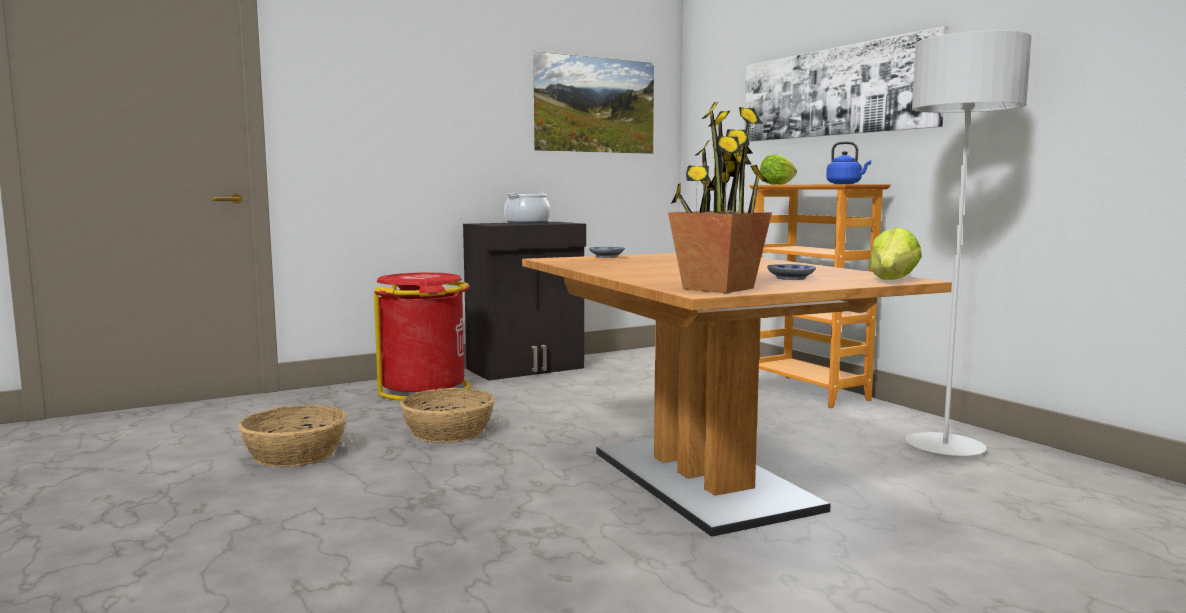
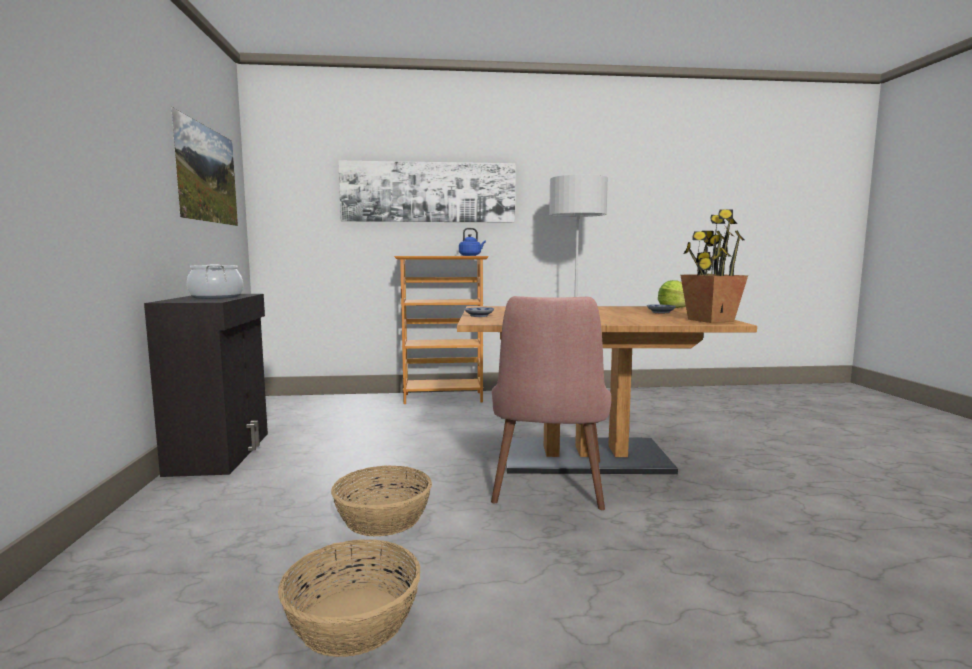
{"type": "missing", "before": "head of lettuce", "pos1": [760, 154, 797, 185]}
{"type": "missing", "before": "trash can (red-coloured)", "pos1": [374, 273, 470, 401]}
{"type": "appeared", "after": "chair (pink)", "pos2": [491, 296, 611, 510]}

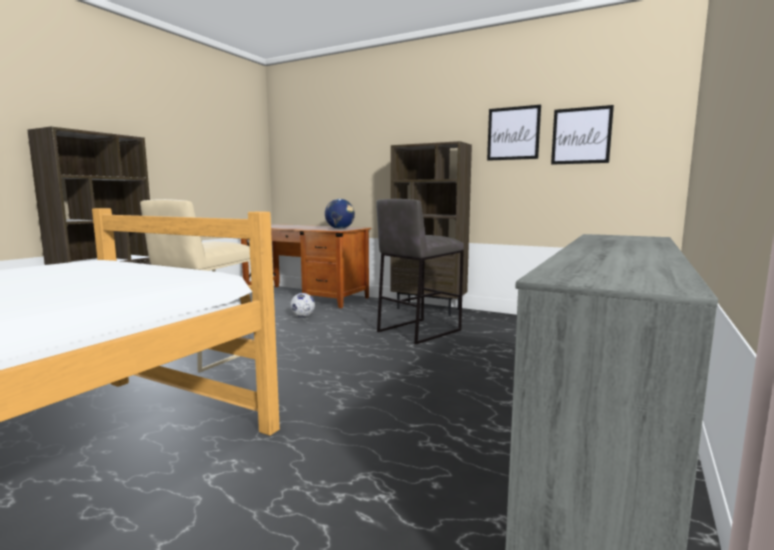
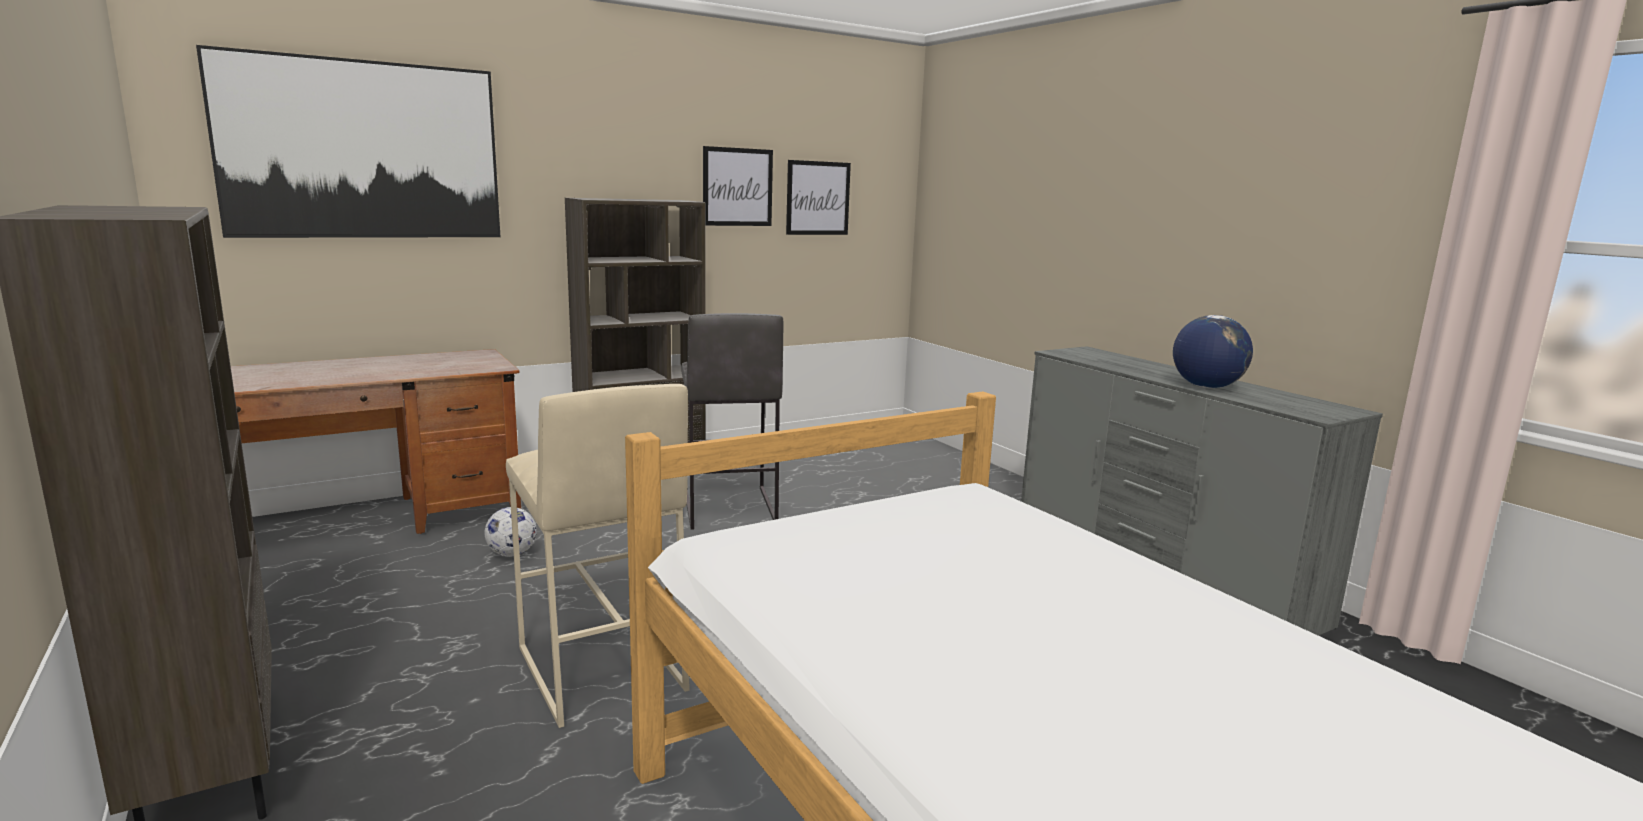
{"type": "relocated", "before": "globe", "pos1": [325, 199, 355, 229], "pos2": [1173, 315, 1253, 388]}
{"type": "appeared", "after": "picture", "pos2": [196, 45, 500, 238]}

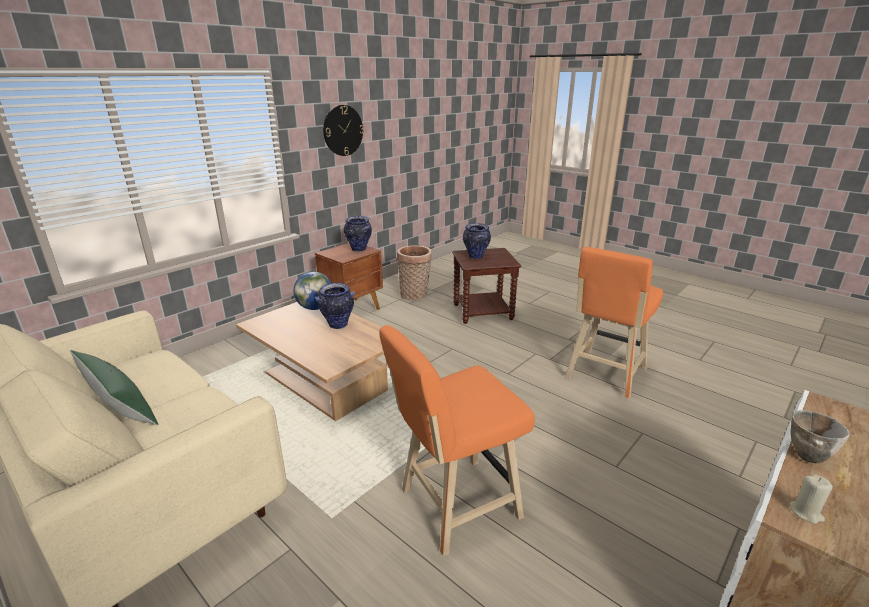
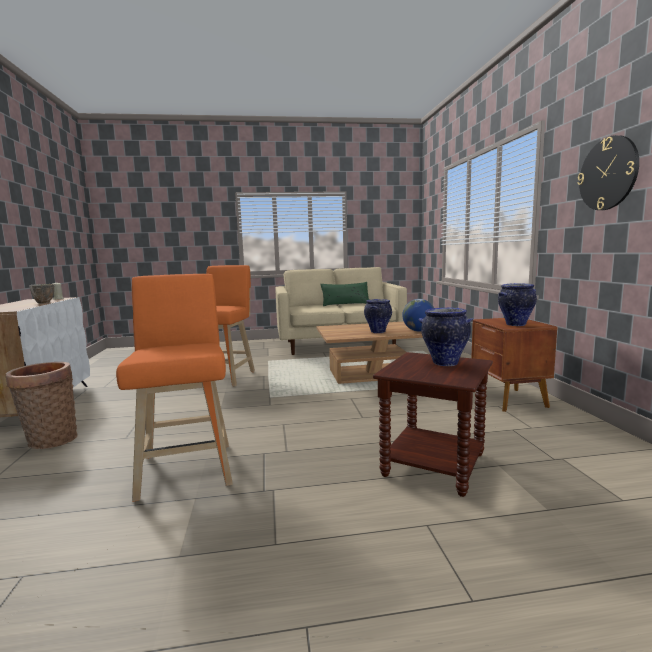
{"type": "relocated", "before": "storage basket", "pos1": [397, 245, 432, 300], "pos2": [6, 362, 78, 449]}

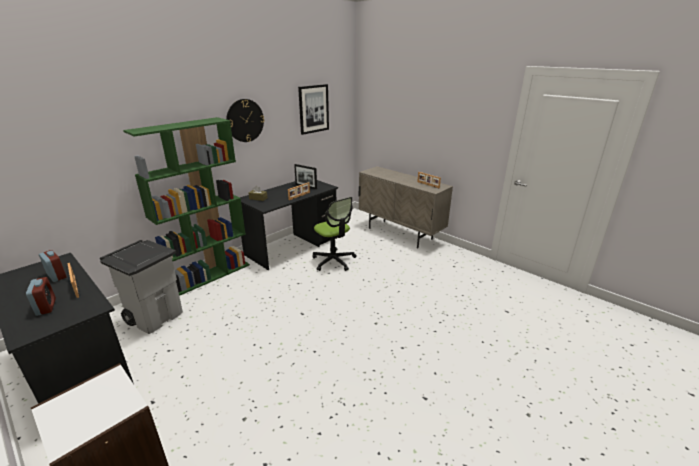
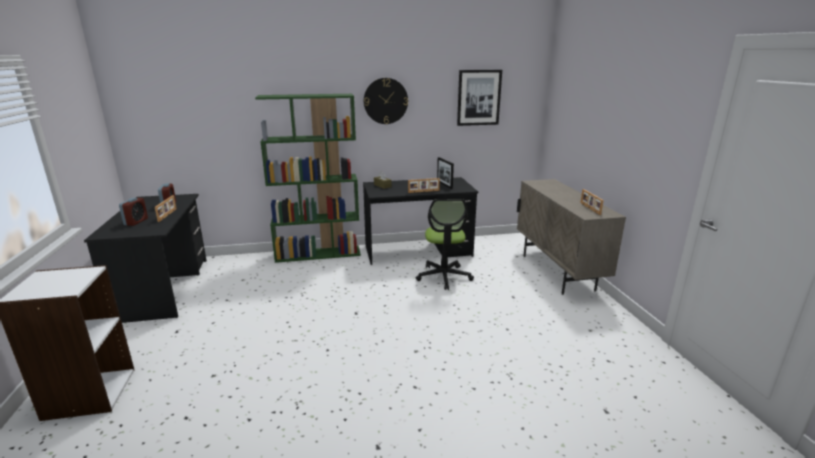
{"type": "missing", "before": "trash can (grey)", "pos1": [100, 240, 183, 334]}

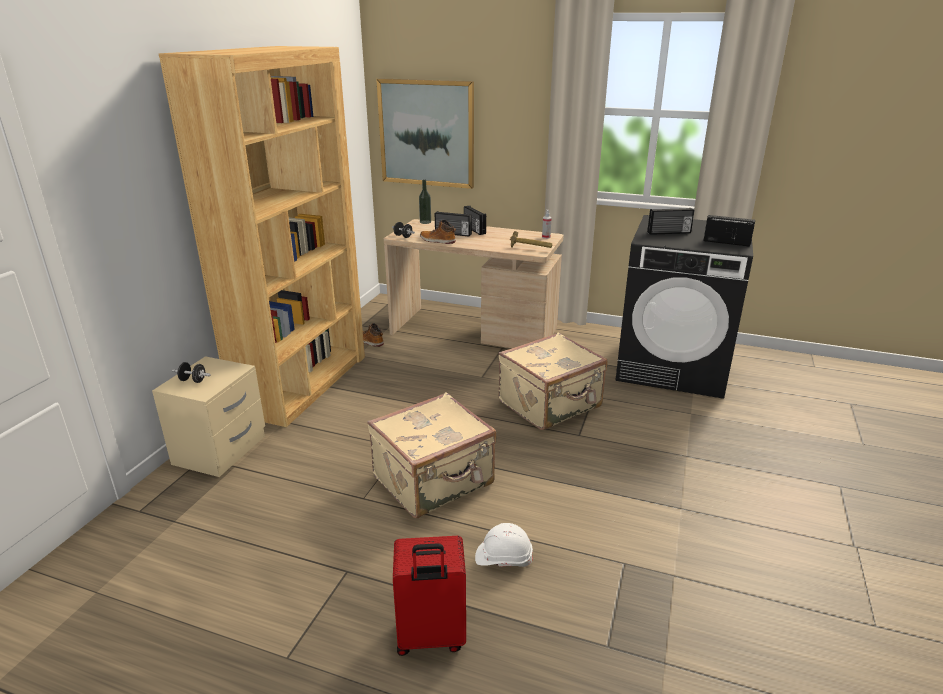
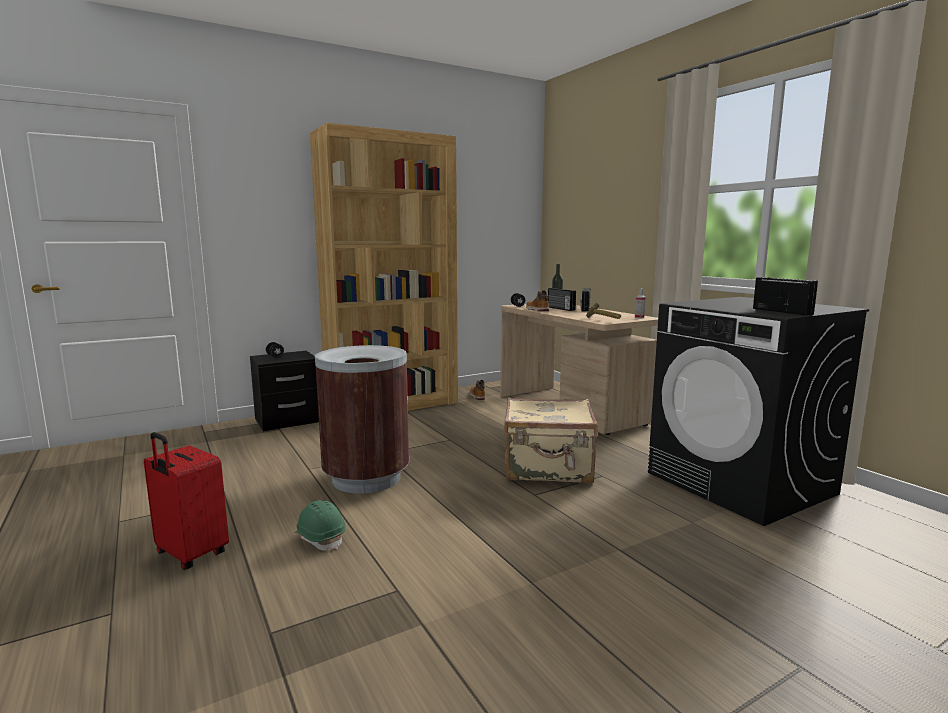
{"type": "missing", "before": "picture", "pos1": [376, 78, 474, 189]}
{"type": "missing", "before": "radio receiver", "pos1": [647, 208, 694, 235]}
{"type": "colour", "before": "nightstand (beige)", "after": "nightstand (black)", "pos1": [152, 356, 265, 477], "pos2": [250, 351, 319, 431]}
{"type": "exchanged", "before": "piece of luggage (beige)", "after": "trash can (brown)", "pos1": [367, 392, 496, 518], "pos2": [315, 345, 409, 494]}
{"type": "colour", "before": "work helmet (whitish)", "after": "work helmet (green)", "pos1": [475, 523, 533, 567], "pos2": [294, 500, 346, 551]}

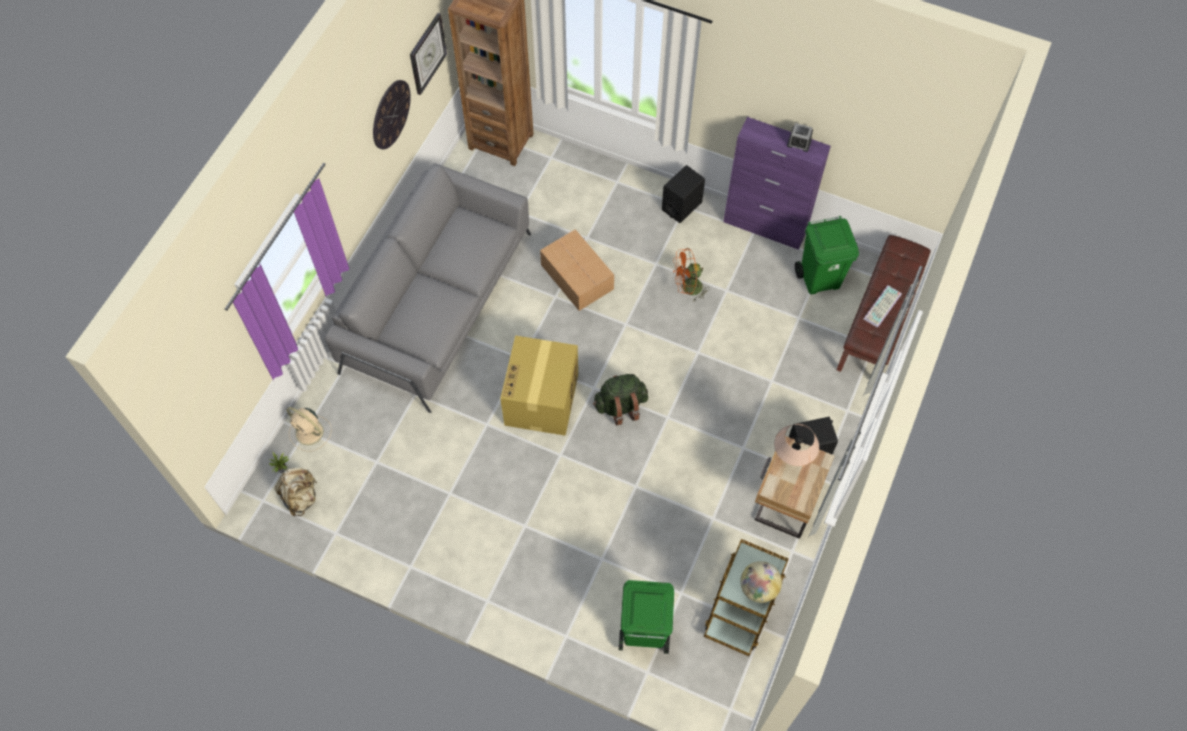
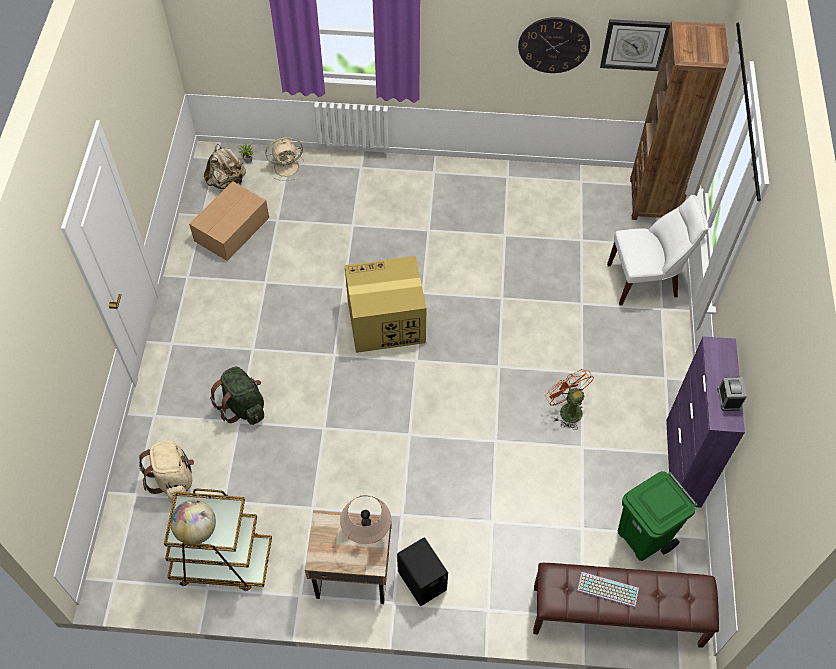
{"type": "missing", "before": "couch (grey)", "pos1": [325, 163, 531, 413]}
{"type": "missing", "before": "speaker (black)", "pos1": [662, 165, 705, 223]}
{"type": "relocated", "before": "cardboard box", "pos1": [540, 229, 614, 311], "pos2": [189, 181, 269, 261]}
{"type": "relocated", "before": "rucksack (green)", "pos1": [593, 374, 648, 425], "pos2": [210, 366, 264, 425]}
{"type": "spun", "before": "cooling fan (beige)", "pos1": [286, 407, 332, 452], "pos2": [265, 137, 305, 181], "turn": -120}
{"type": "exchanged", "before": "trash can (green)", "after": "rucksack (beige)", "pos1": [619, 580, 674, 654], "pos2": [139, 441, 194, 503]}
{"type": "appeared", "after": "chair (whitish)", "pos2": [607, 195, 709, 305]}

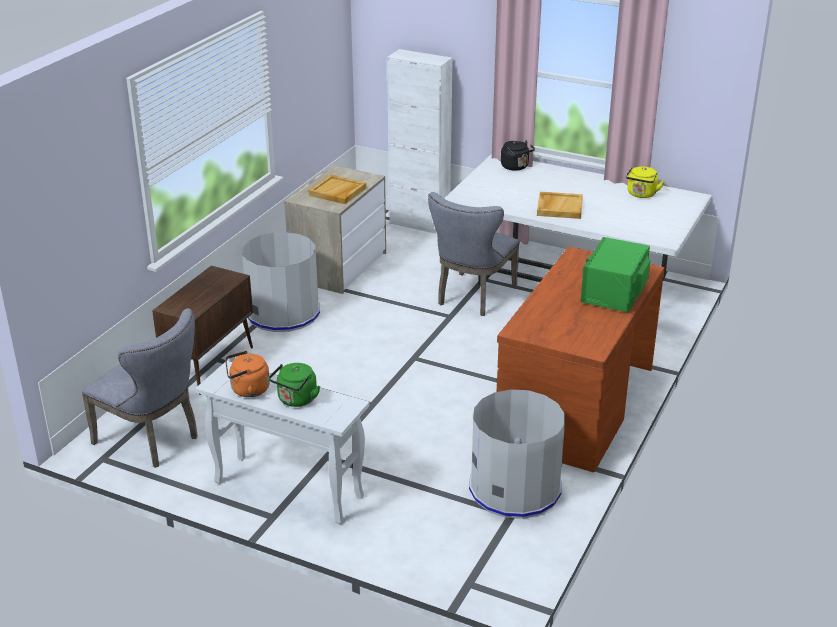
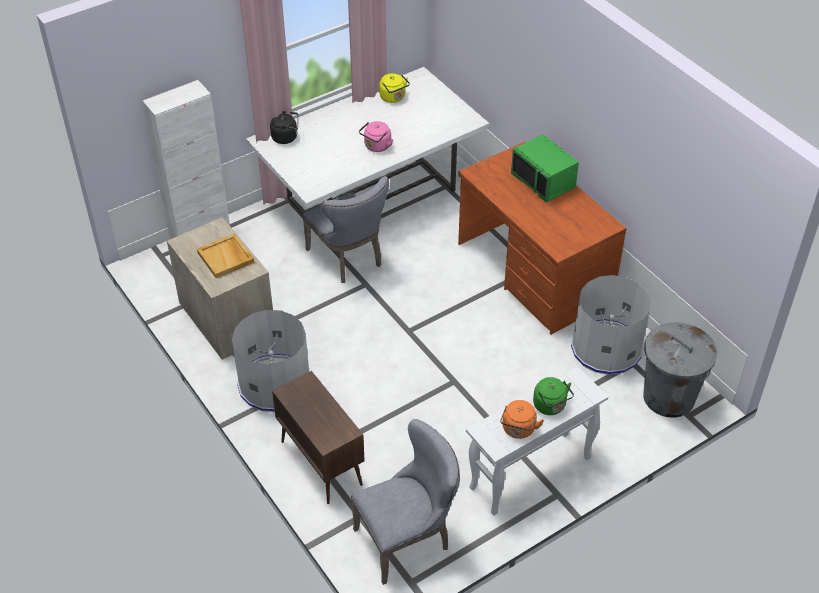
{"type": "exchanged", "before": "tray (beige)", "after": "kettle (pink)", "pos1": [537, 192, 583, 219], "pos2": [359, 121, 393, 152]}
{"type": "appeared", "after": "trash can (grey)", "pos2": [643, 322, 717, 418]}

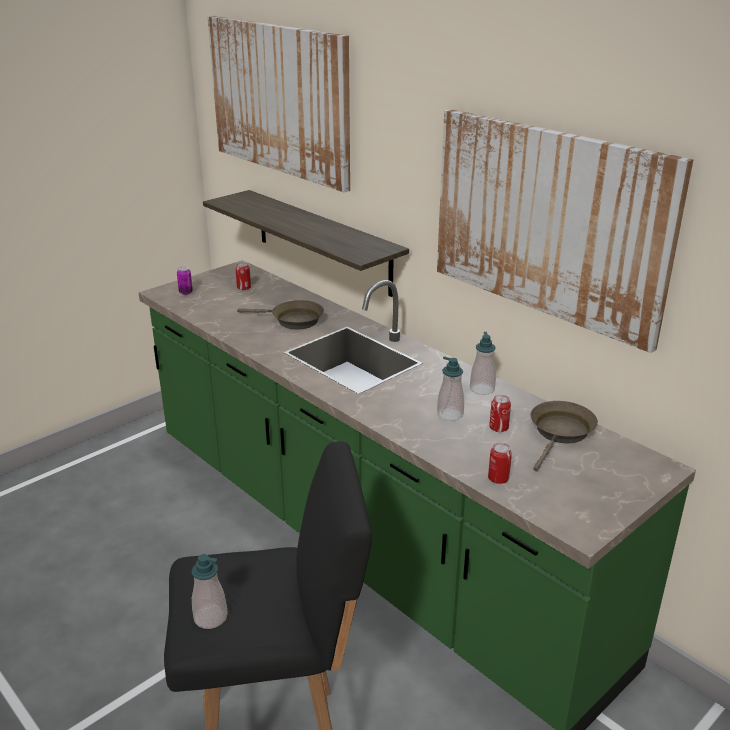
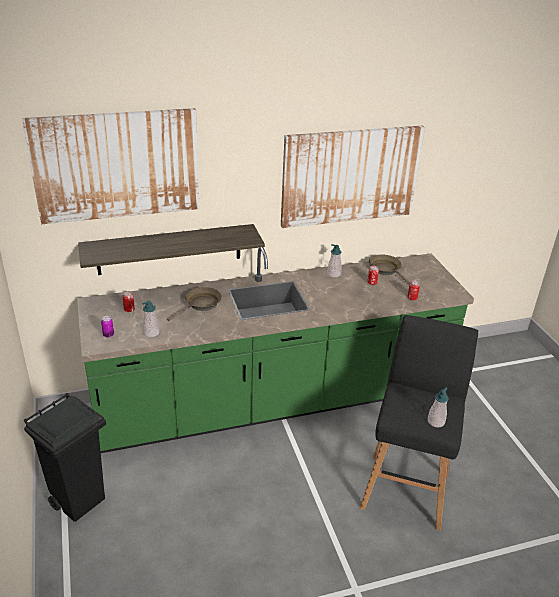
{"type": "relocated", "before": "soap dispenser", "pos1": [437, 356, 464, 421], "pos2": [142, 301, 160, 337]}
{"type": "appeared", "after": "trash can (black)", "pos2": [24, 393, 106, 522]}

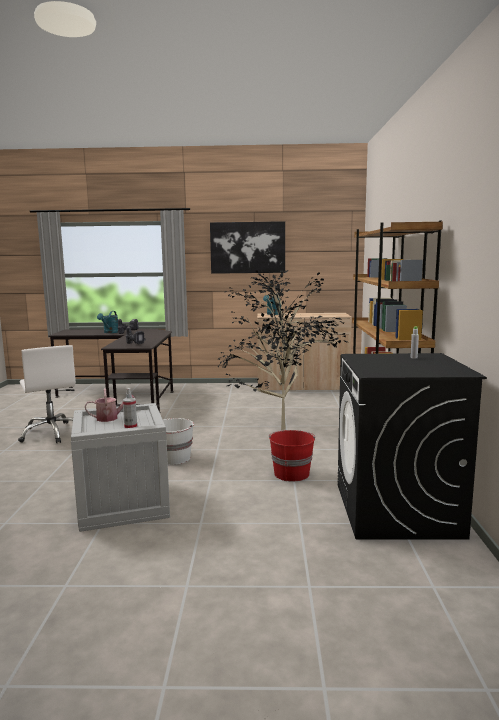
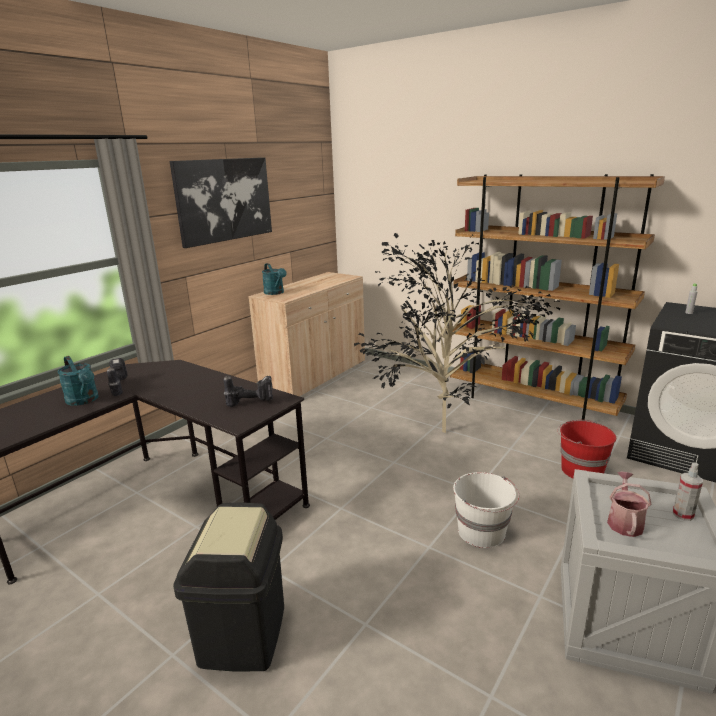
{"type": "exchanged", "before": "desk chair (whitish)", "after": "trash can (black)", "pos1": [18, 345, 76, 443], "pos2": [173, 502, 284, 671]}

